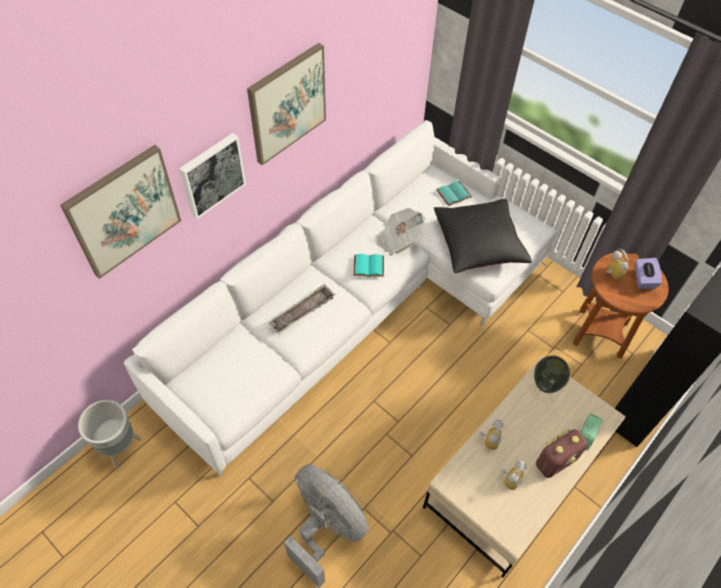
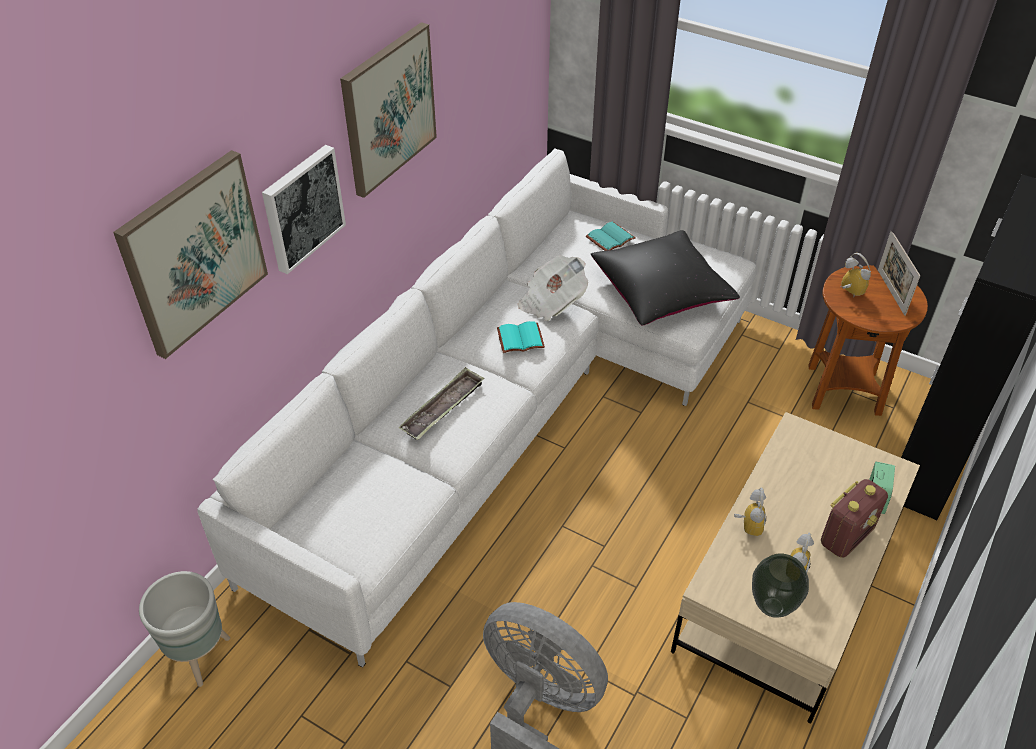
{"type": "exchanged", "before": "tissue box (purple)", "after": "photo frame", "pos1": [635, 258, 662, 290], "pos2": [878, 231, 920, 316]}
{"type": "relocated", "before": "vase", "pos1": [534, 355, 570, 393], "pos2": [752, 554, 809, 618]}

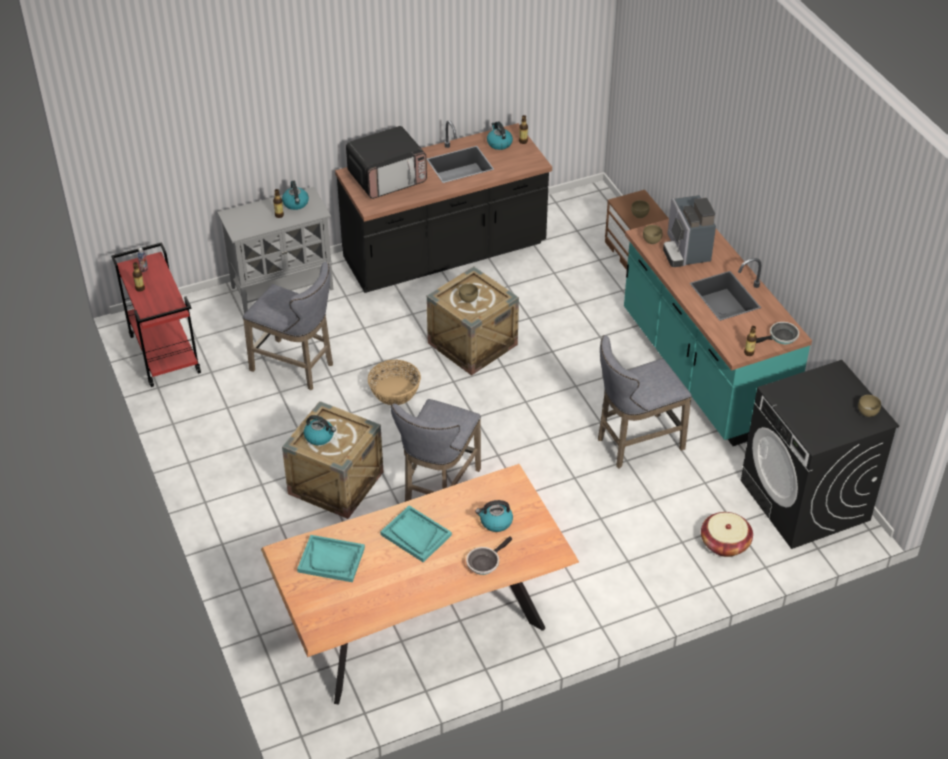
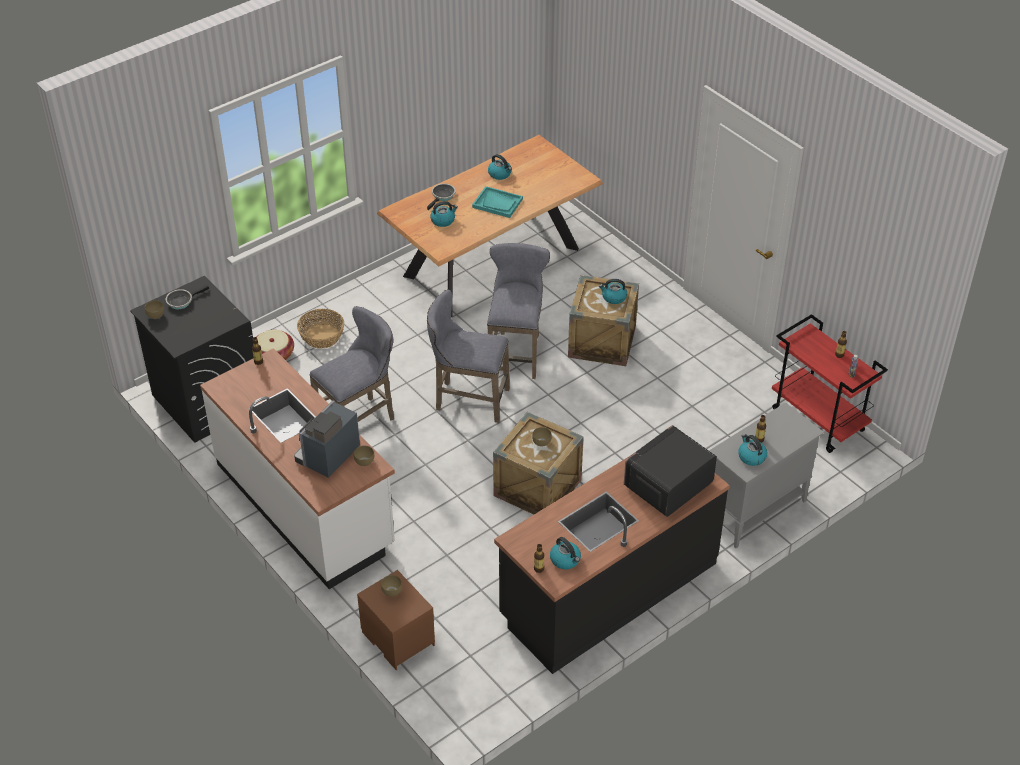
{"type": "spun", "before": "coffee brewer", "pos1": [663, 195, 716, 267], "pos2": [294, 400, 360, 478], "turn": -120}
{"type": "colour", "before": "counter (blue-green)", "after": "counter (whitish)", "pos1": [624, 219, 812, 446], "pos2": [200, 348, 395, 589]}
{"type": "relocated", "before": "sitting stool (grey)", "pos1": [243, 262, 333, 391], "pos2": [427, 289, 510, 423]}
{"type": "relocated", "before": "frying pan", "pos1": [756, 322, 799, 344], "pos2": [166, 285, 209, 309]}
{"type": "relocated", "before": "storage basket", "pos1": [368, 360, 421, 405], "pos2": [297, 309, 344, 349]}
{"type": "missing", "before": "tray (blue-green)", "pos1": [297, 535, 365, 582]}
{"type": "appeared", "after": "kettle", "pos2": [488, 154, 512, 180]}

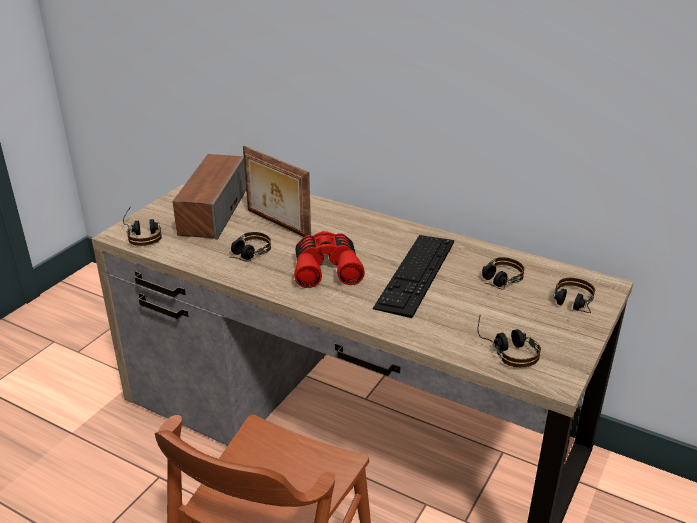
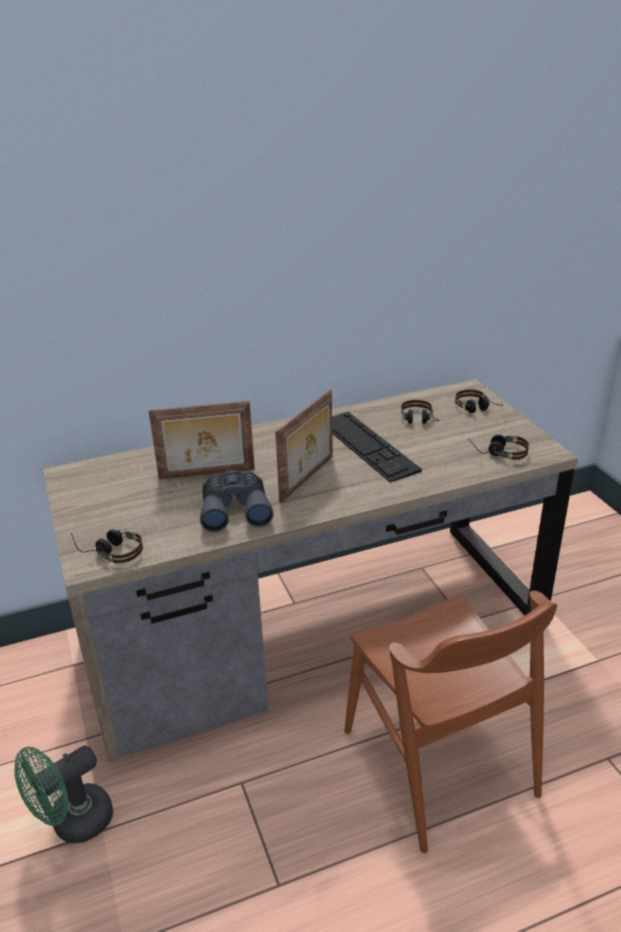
{"type": "missing", "before": "speaker", "pos1": [173, 154, 246, 240]}
{"type": "exchanged", "before": "field glasses (red-coloured)", "after": "photo frame", "pos1": [294, 231, 365, 288], "pos2": [275, 390, 333, 503]}
{"type": "exchanged", "before": "pair of headphones", "after": "field glasses (grey)", "pos1": [229, 232, 271, 262], "pos2": [200, 470, 274, 532]}
{"type": "appeared", "after": "cooling fan (green)", "pos2": [15, 745, 113, 843]}

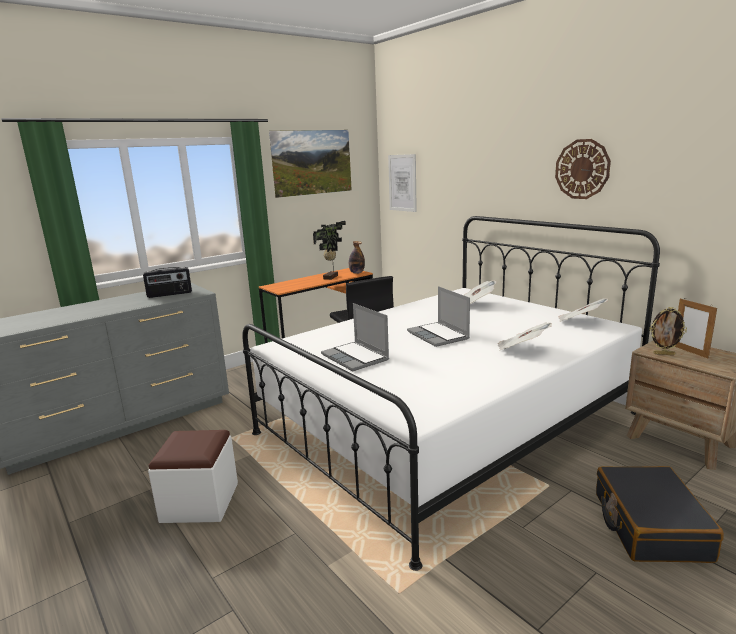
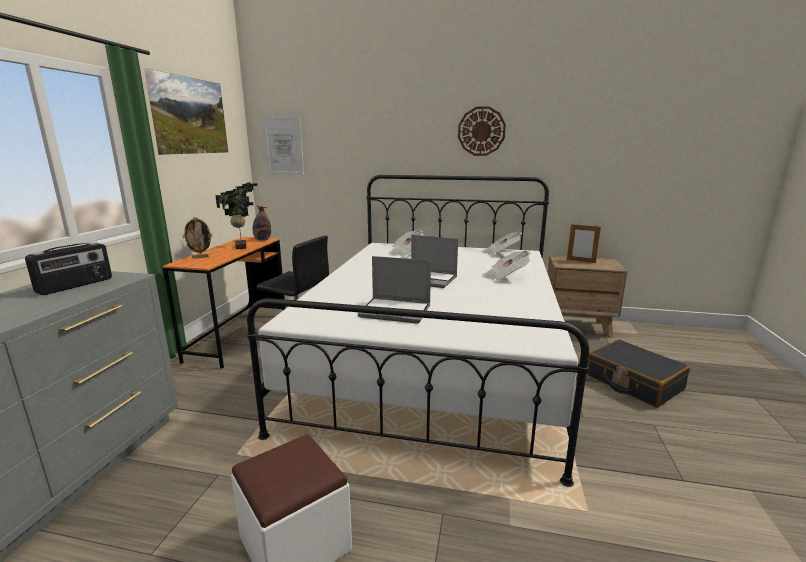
{"type": "relocated", "before": "photo frame", "pos1": [650, 307, 687, 355], "pos2": [183, 217, 213, 259]}

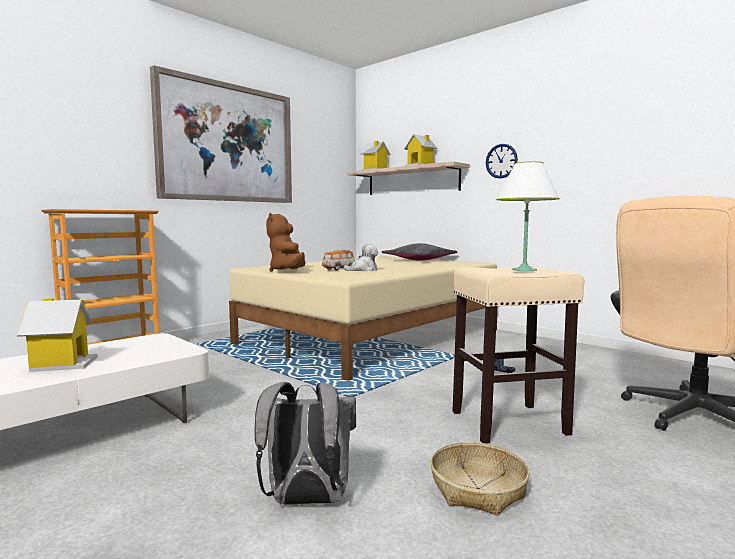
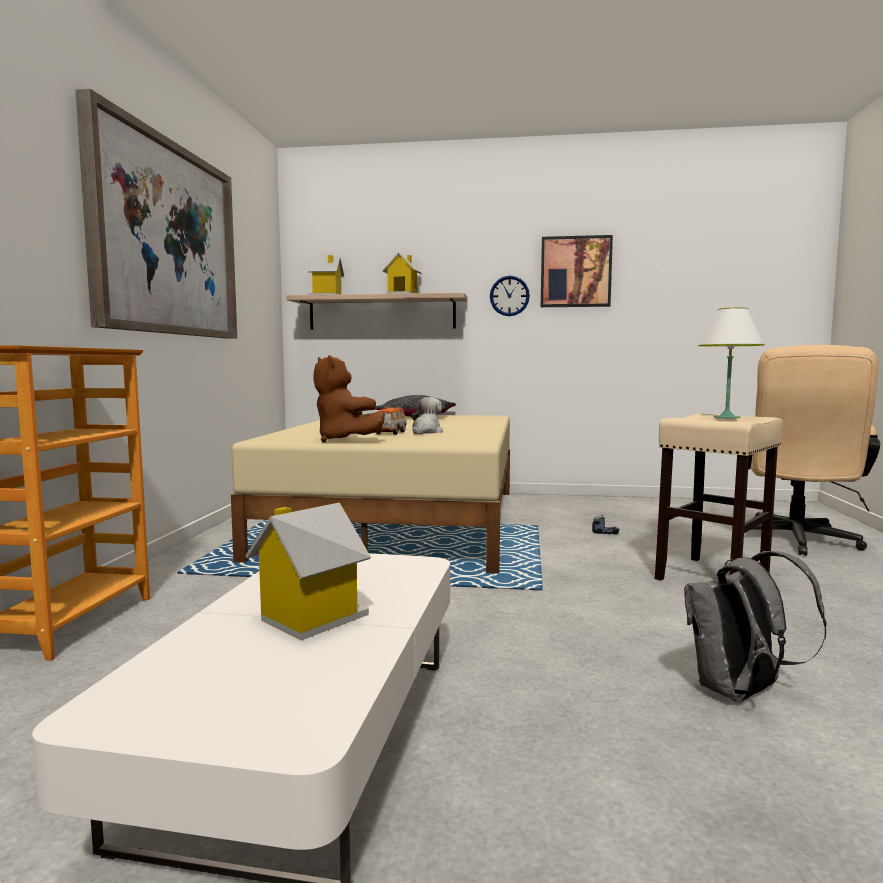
{"type": "missing", "before": "storage basket", "pos1": [430, 442, 530, 515]}
{"type": "appeared", "after": "picture", "pos2": [541, 235, 613, 307]}

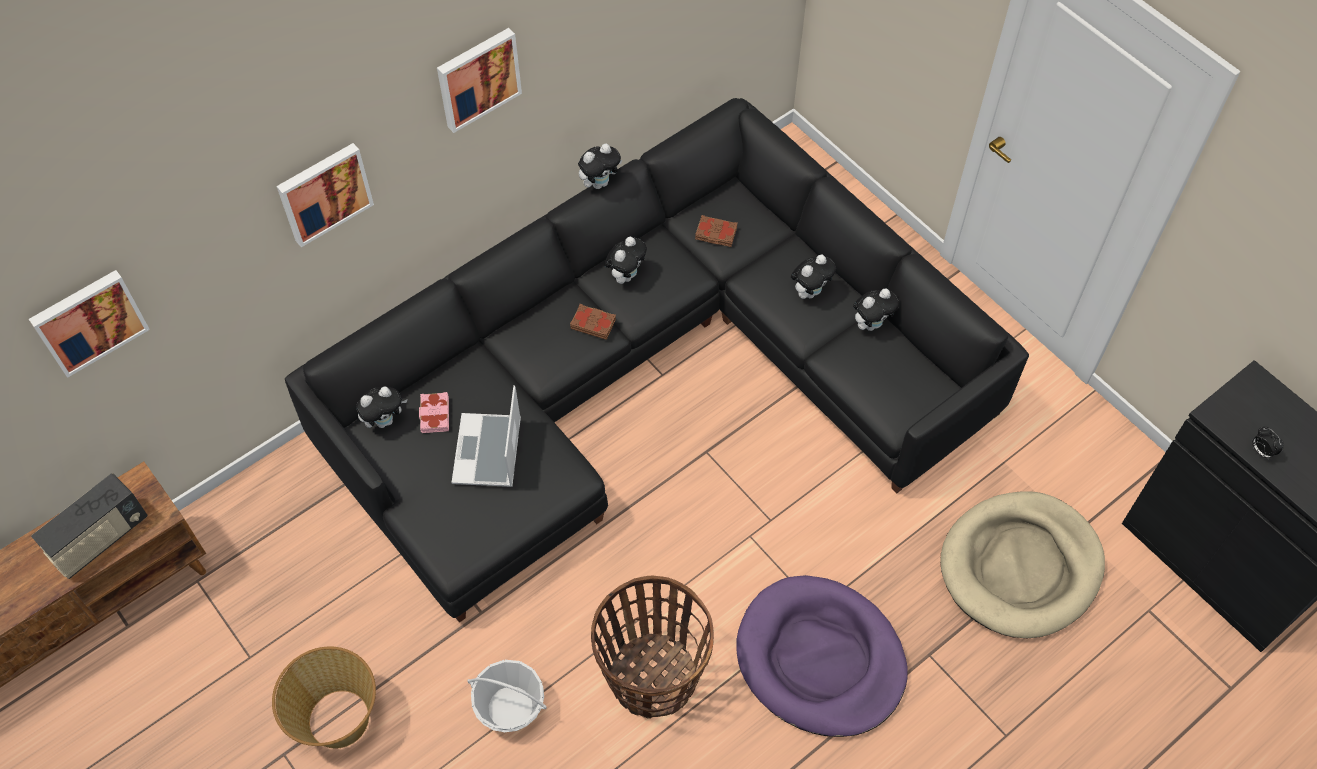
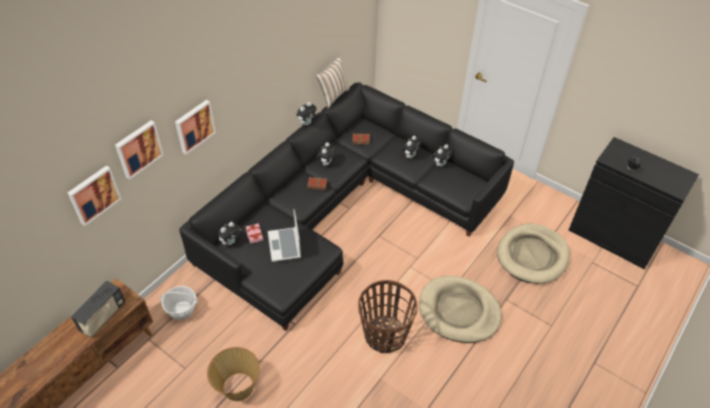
{"type": "relocated", "before": "picture", "pos1": [437, 28, 522, 133], "pos2": [115, 121, 164, 179]}
{"type": "colour", "before": "dog cushion (purple)", "after": "dog cushion (beige)", "pos1": [736, 575, 908, 737], "pos2": [419, 276, 502, 343]}
{"type": "relocated", "before": "storage basket", "pos1": [467, 660, 547, 732], "pos2": [159, 286, 198, 320]}
{"type": "appeared", "after": "pillow", "pos2": [315, 56, 350, 109]}

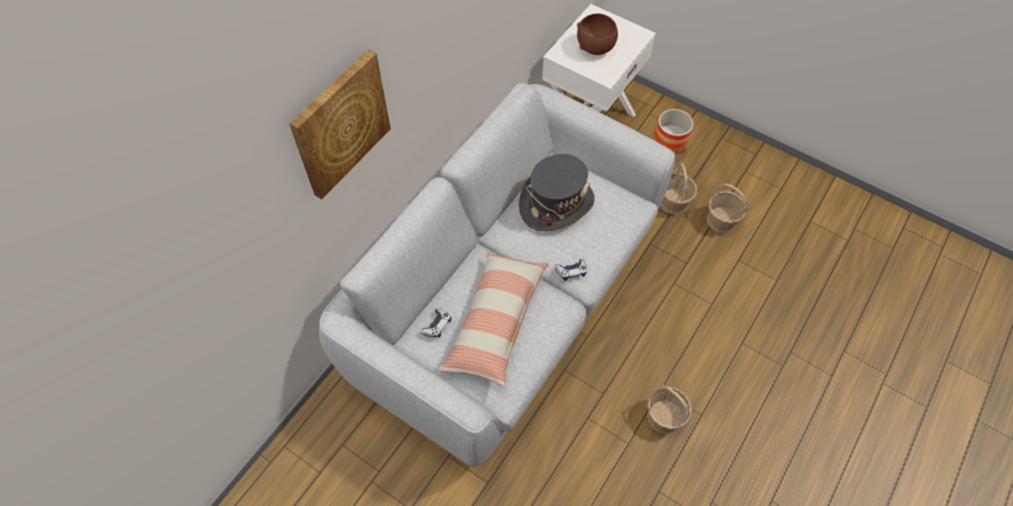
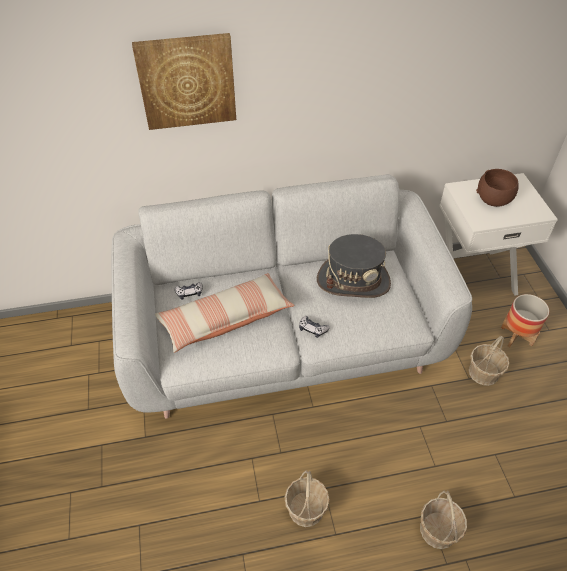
{"type": "relocated", "before": "storage basket", "pos1": [707, 183, 748, 233], "pos2": [420, 490, 467, 549]}

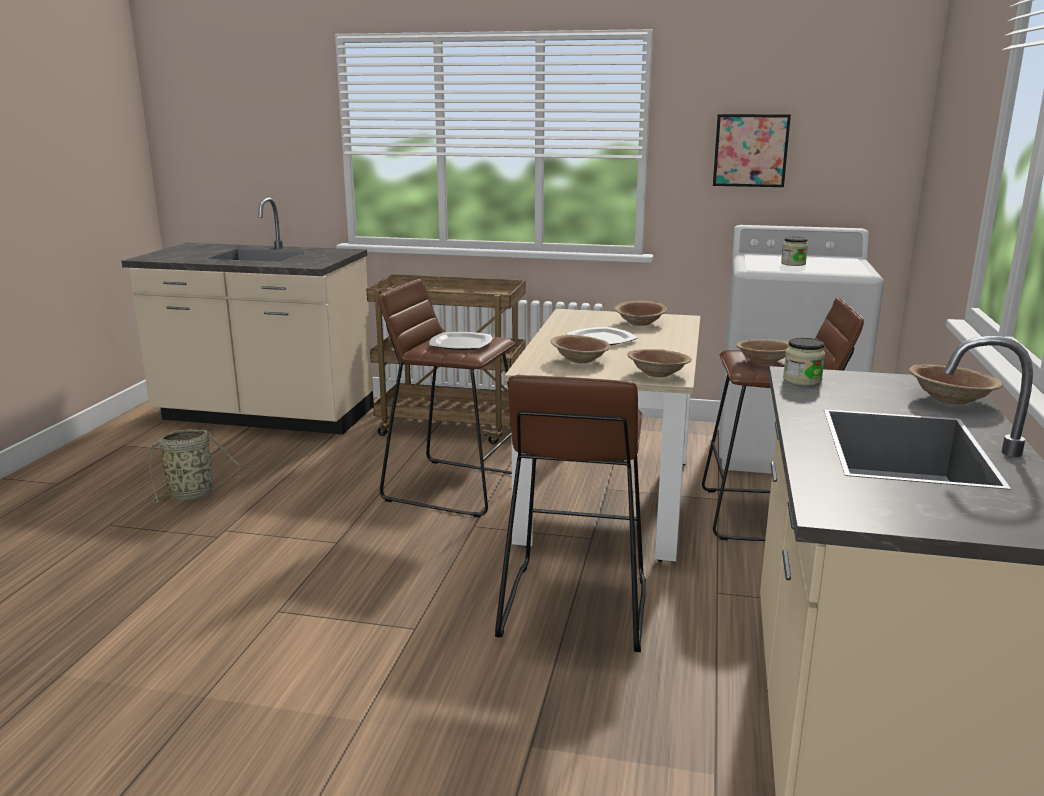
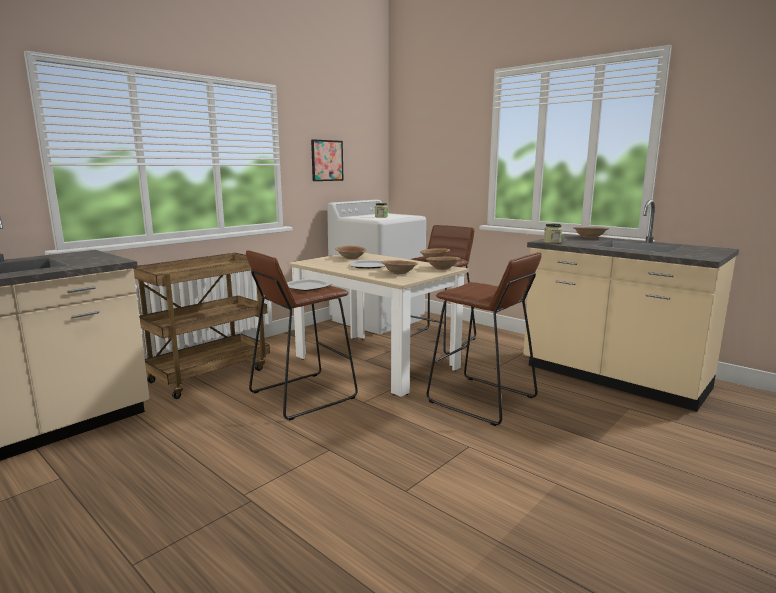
{"type": "missing", "before": "storage basket", "pos1": [144, 429, 255, 503]}

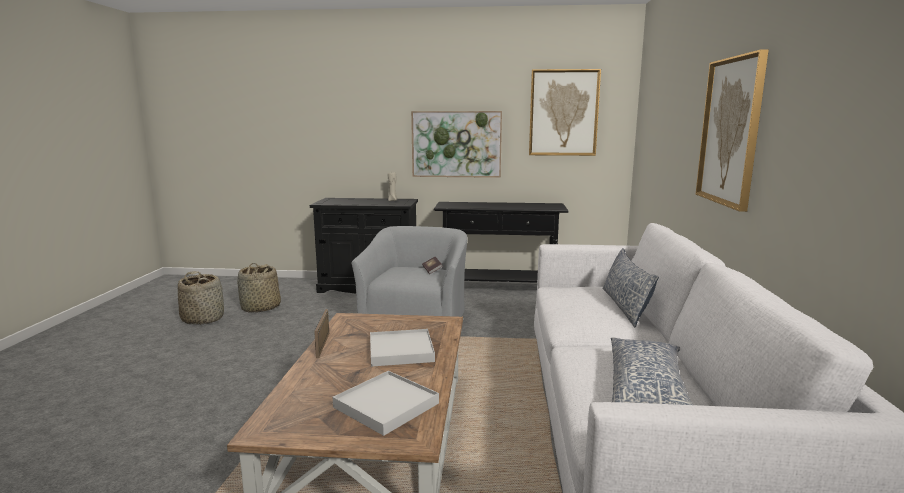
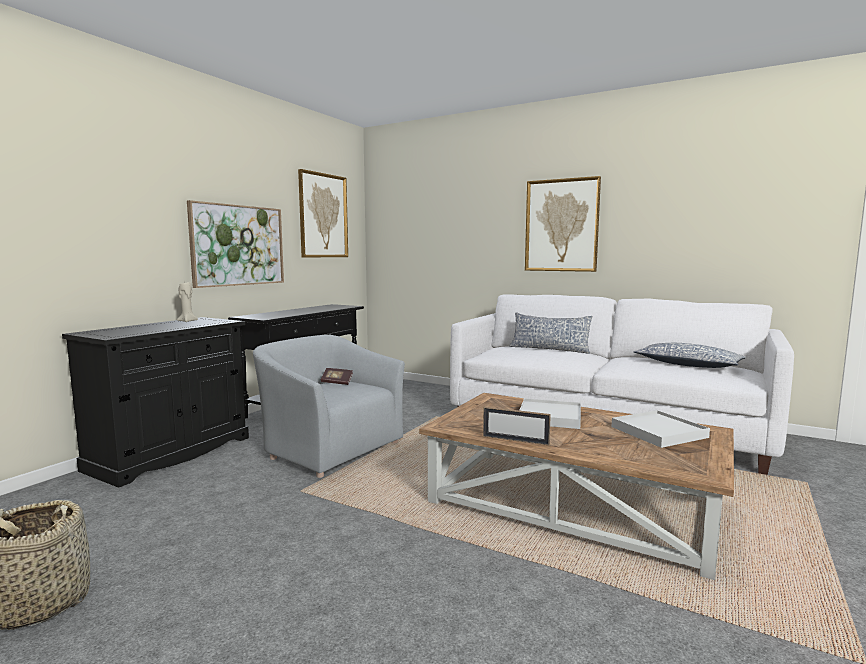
{"type": "missing", "before": "storage basket", "pos1": [237, 263, 281, 313]}

